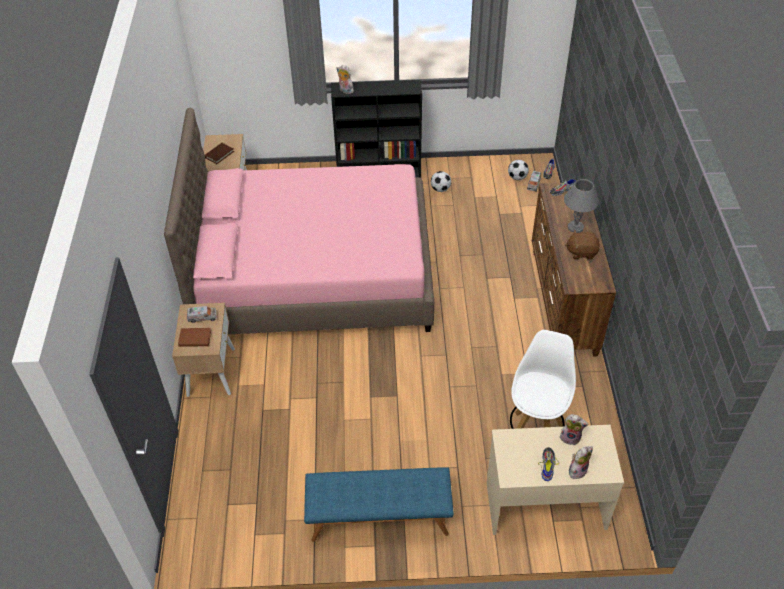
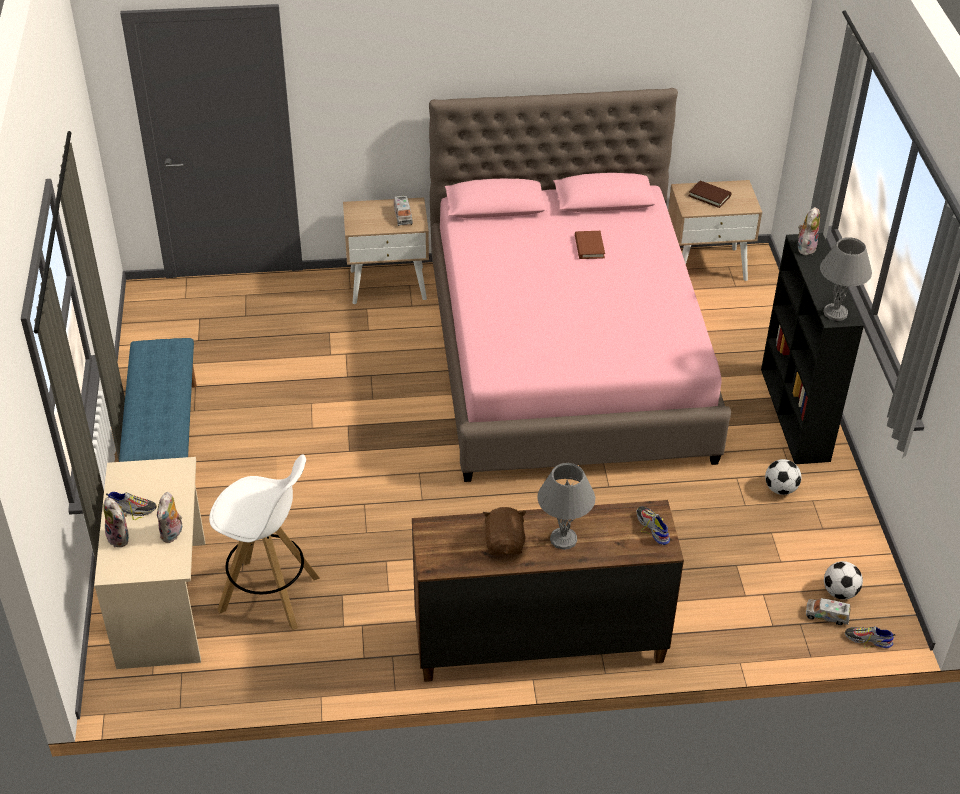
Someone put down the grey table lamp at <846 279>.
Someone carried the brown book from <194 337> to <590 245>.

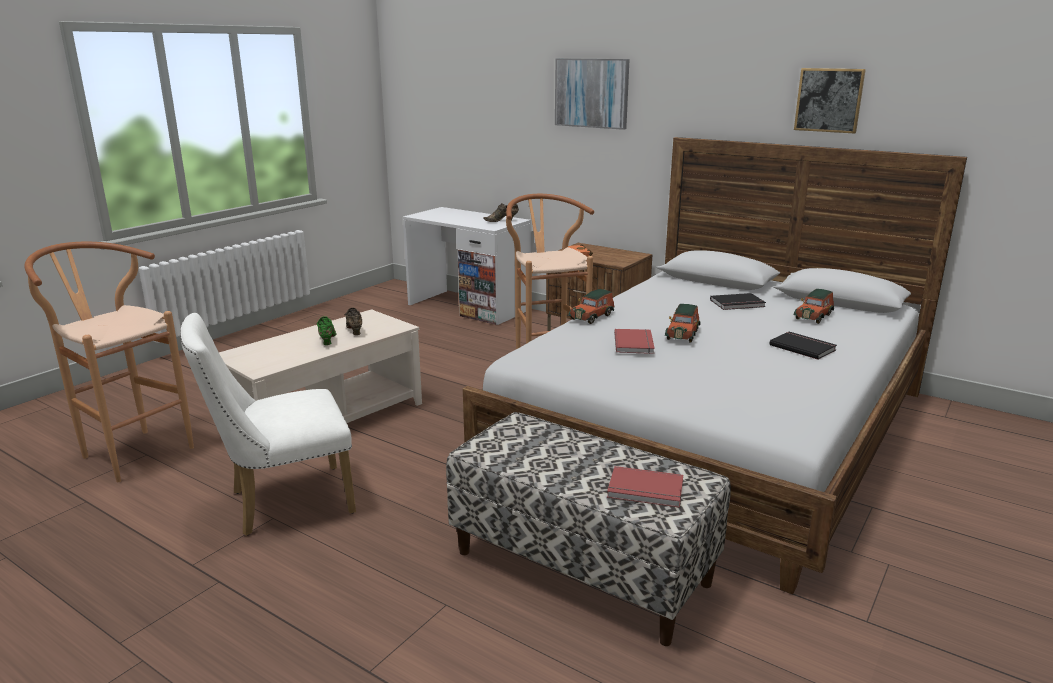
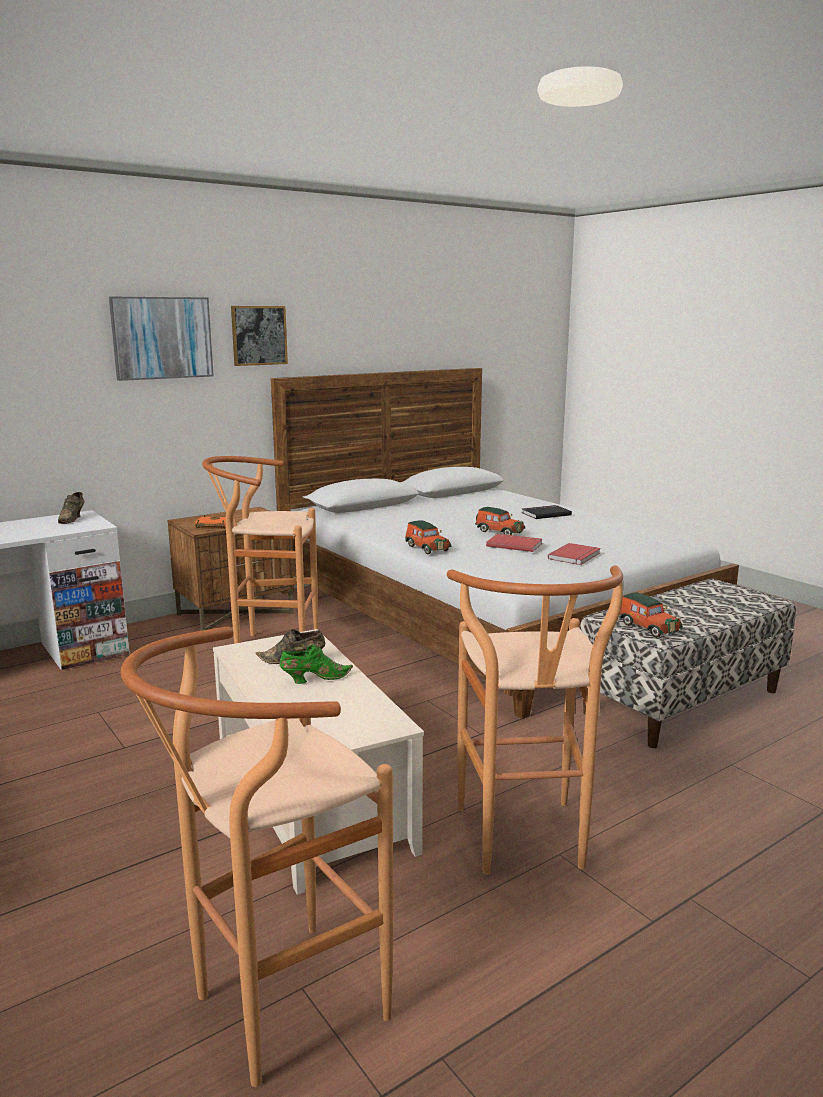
Someone took away the black book at <738 301>.
Someone carried the red book from <645 487> to <574 554>.
Someone carried the picture from <830 101> to <259 336>.
Someone carried the toy car from <814 306> to <651 615>.
Someone swapped the white chair at <268 424> for the brown stool at <535 720>.
Someone rotated the green shoe at <326 330> by 150 degrees clockwise.

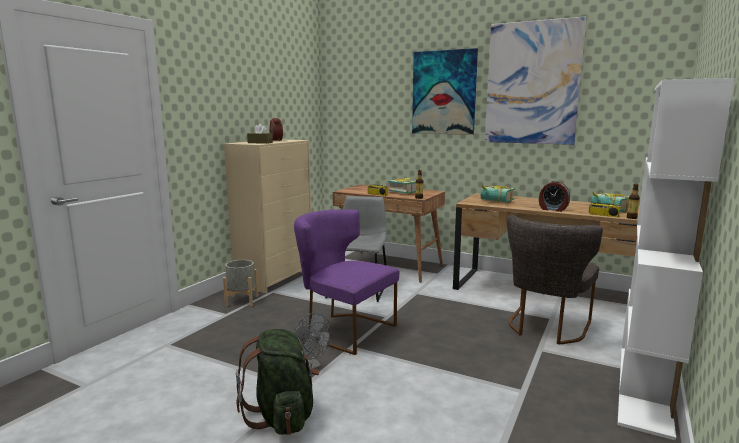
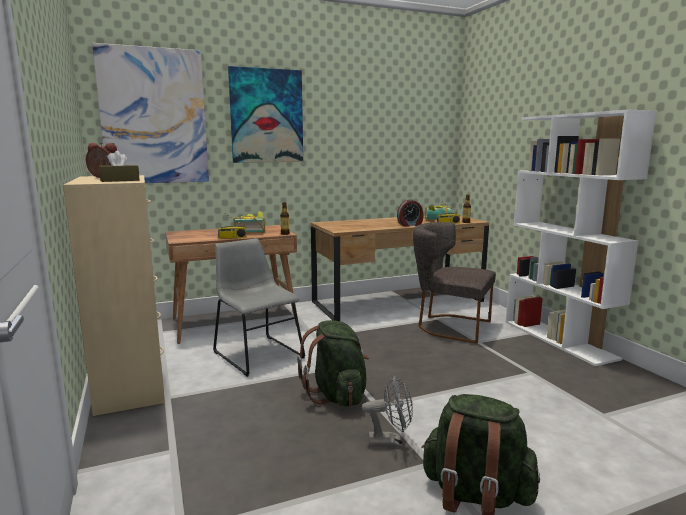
Someone took away the grey planter at <240 283>.
Someone took away the book at <498 194>.
Someone carried the picture from <535 81> to <150 113>.
Someone swapped the purple chair at <347 282> for the green backpack at <333 363>.
Someone rotated the grey chair at <555 280> by 135 degrees clockwise.

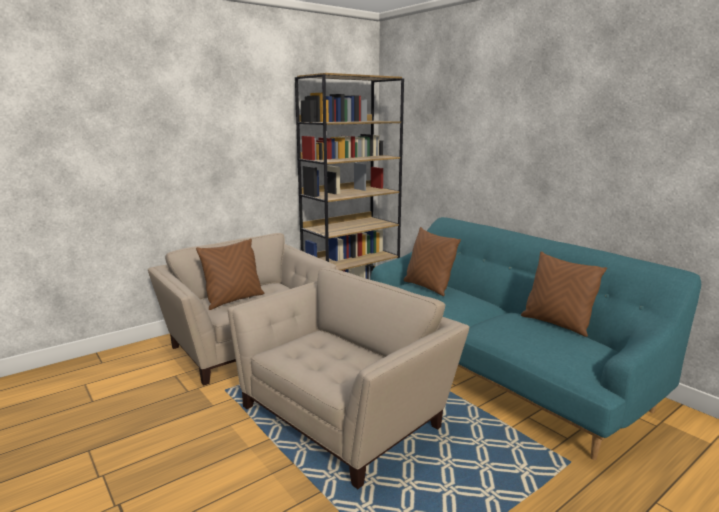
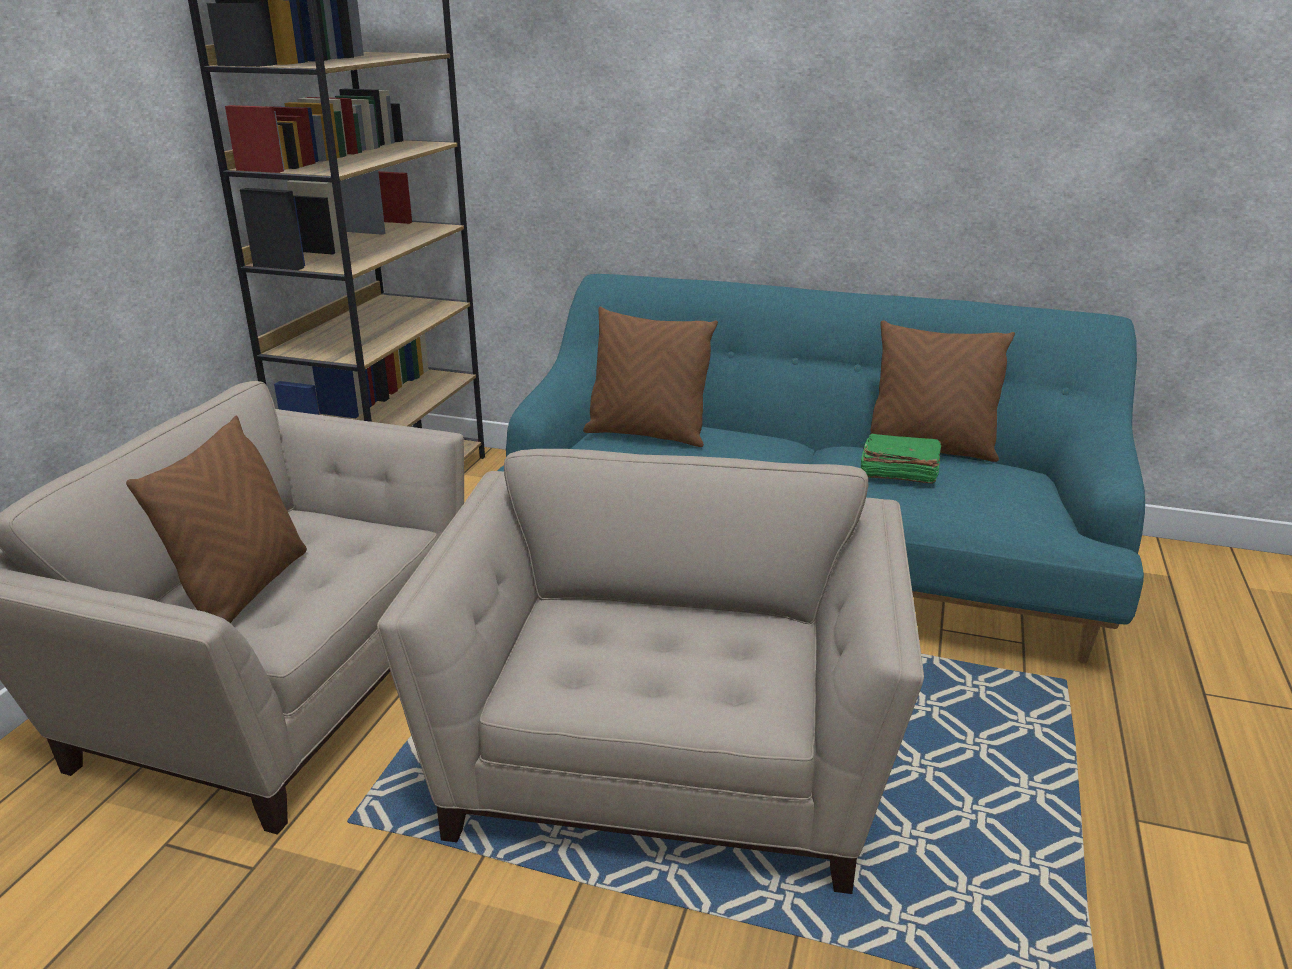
Someone put down the green book at <901 458>.

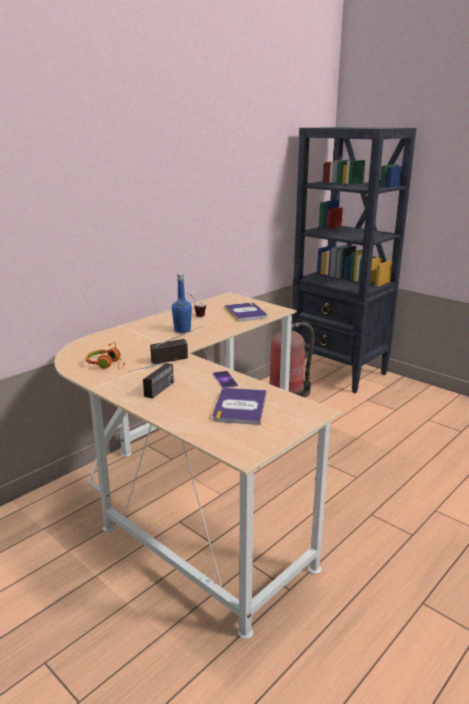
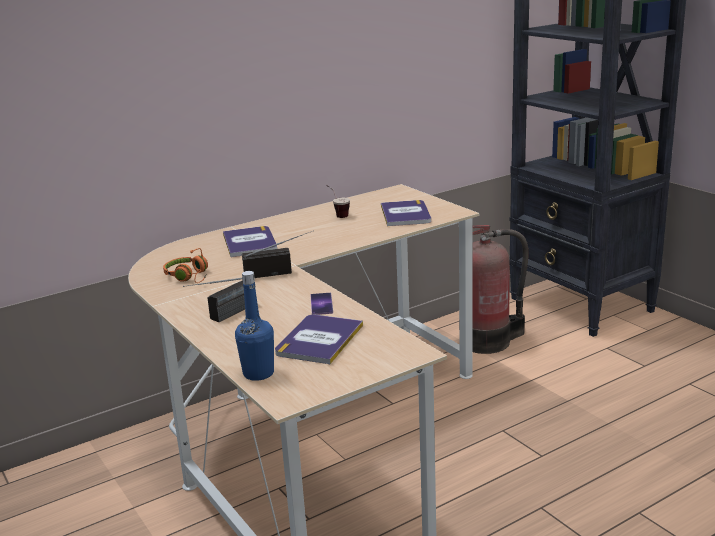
Someone put down the book at <250 241>.
Someone carried the blue bottle from <182 303> to <254 326>.

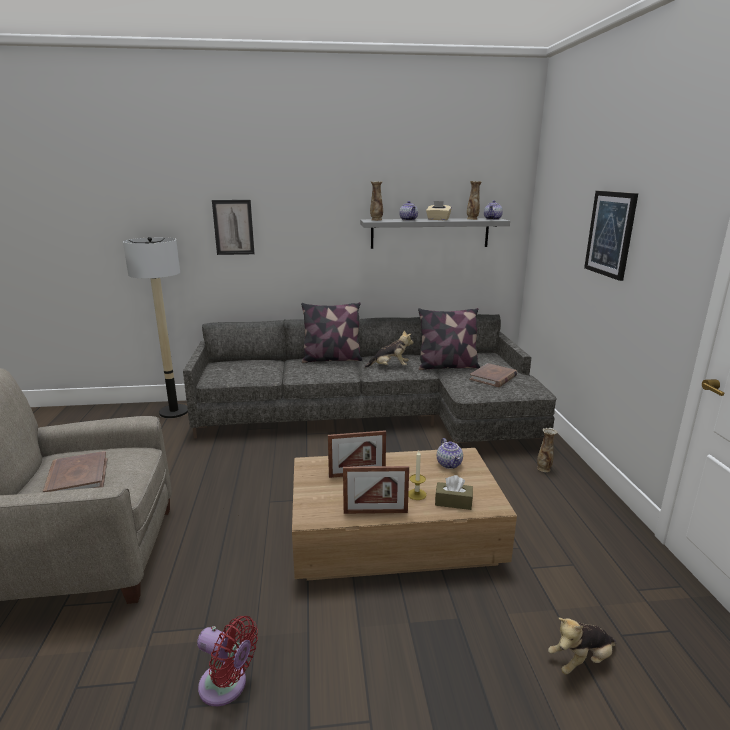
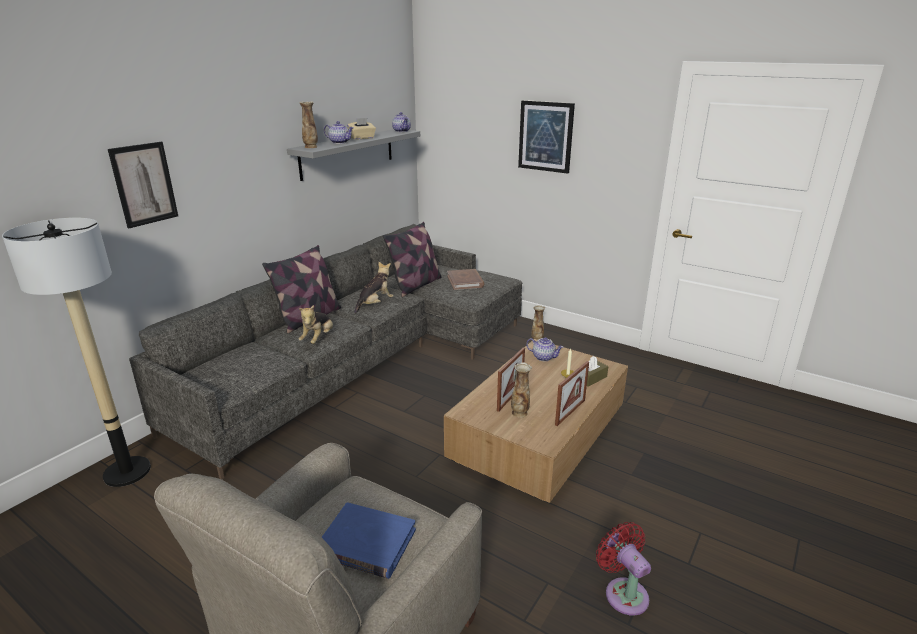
Someone carried the vase from <474 200> to <521 390>.
Someone carried the plush toy from <582 646> to <316 324>.
Someone repainted the brown book at <74 471>, which became the blue book at <369 540>.
Someone rotated the red fan at <227 661> by 90 degrees counterclockwise.

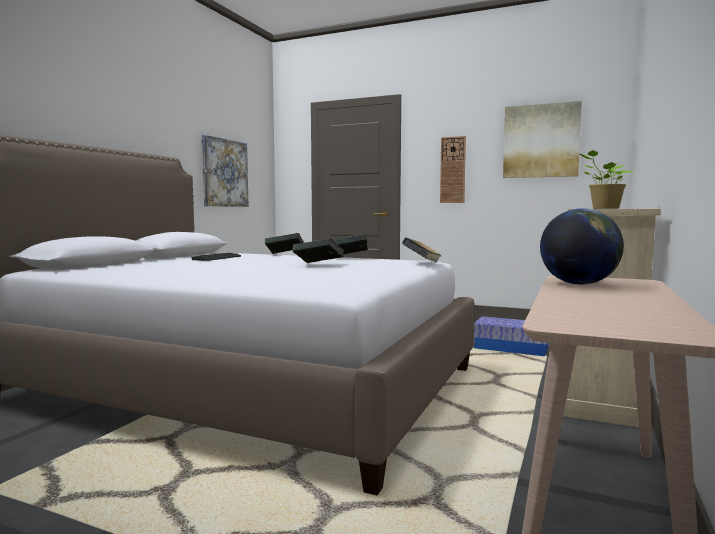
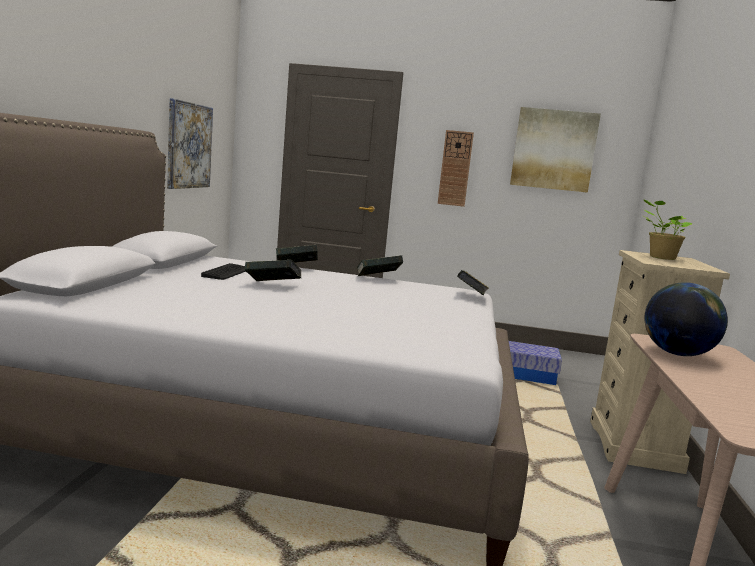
Someone carried the book from <318 250> to <273 270>.

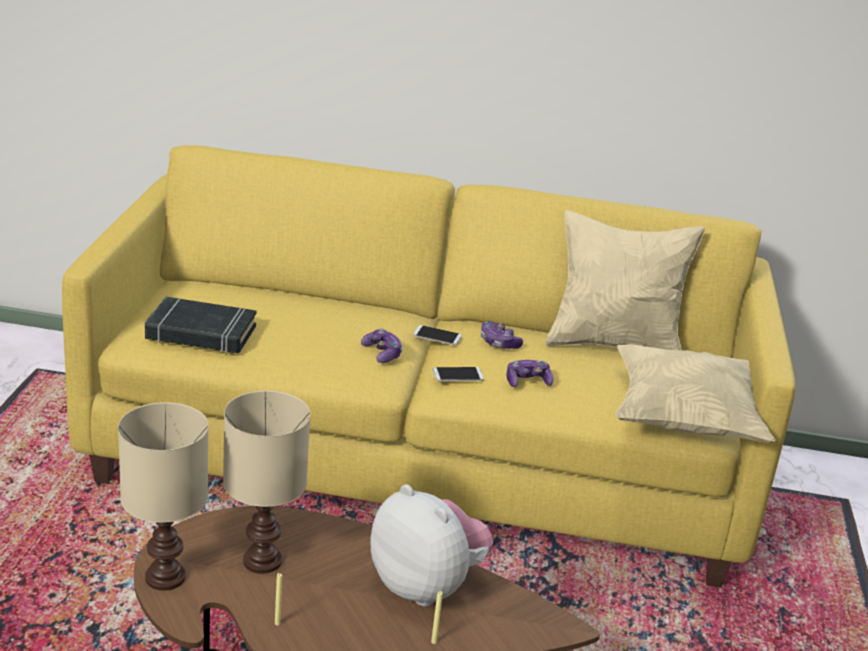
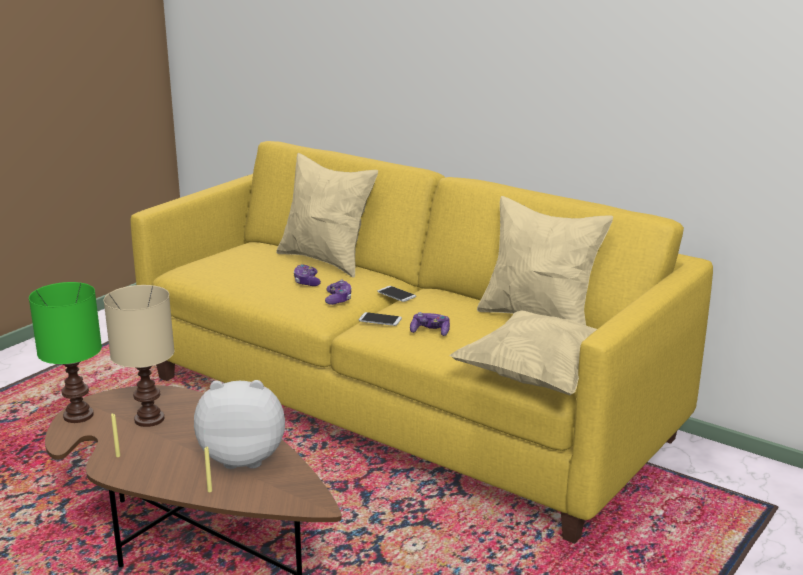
Someone took away the black book at <200 325>.
Someone put down the beige pillow at <327 215>.
Someone carried the game controller from <502 335> to <307 275>.
Someone repainted the beige table lamp at <163 496>, which became the green table lamp at <65 352>.
Someone rotated the plush toy at <432 545> by 75 degrees counterclockwise.

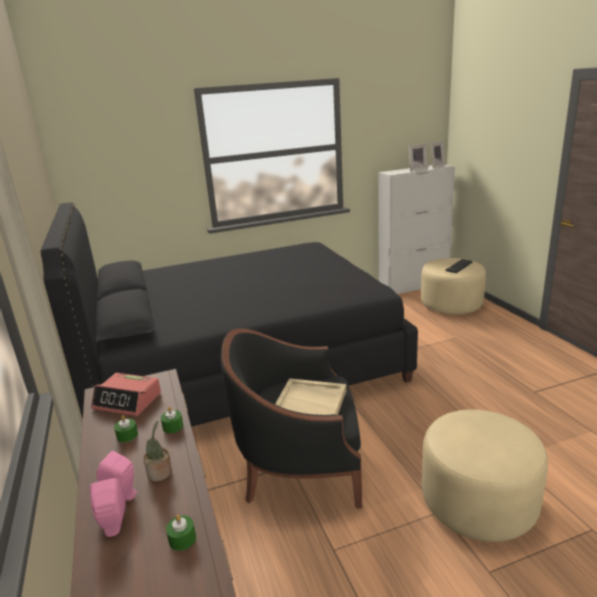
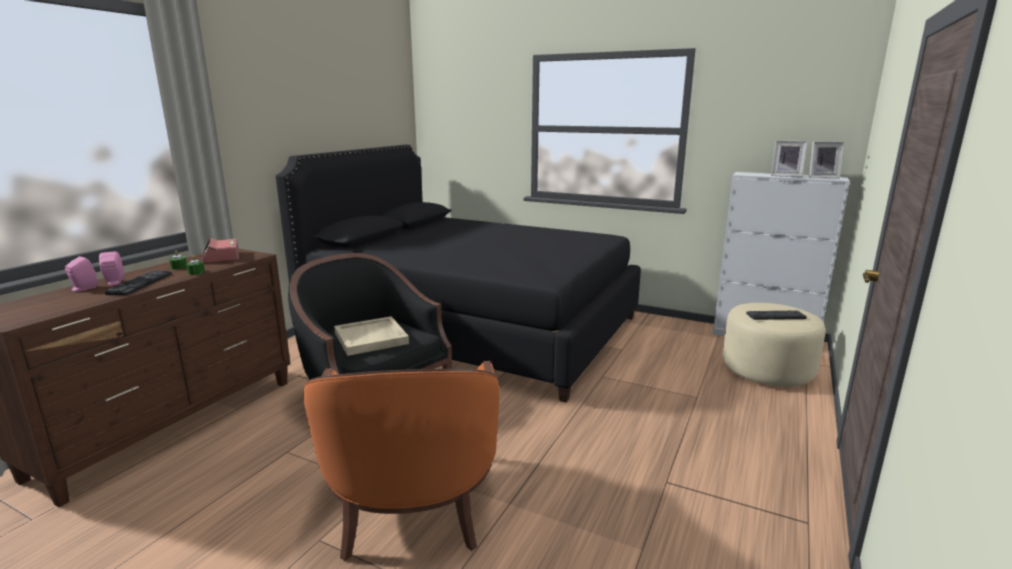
Someone took away the green candle at <181 533>.
Someone swapped the potted plant at <157 451> for the keyboard at <137 283>.
Someone swapped the beige ottoman at <484 475> for the orange armchair at <401 461>.

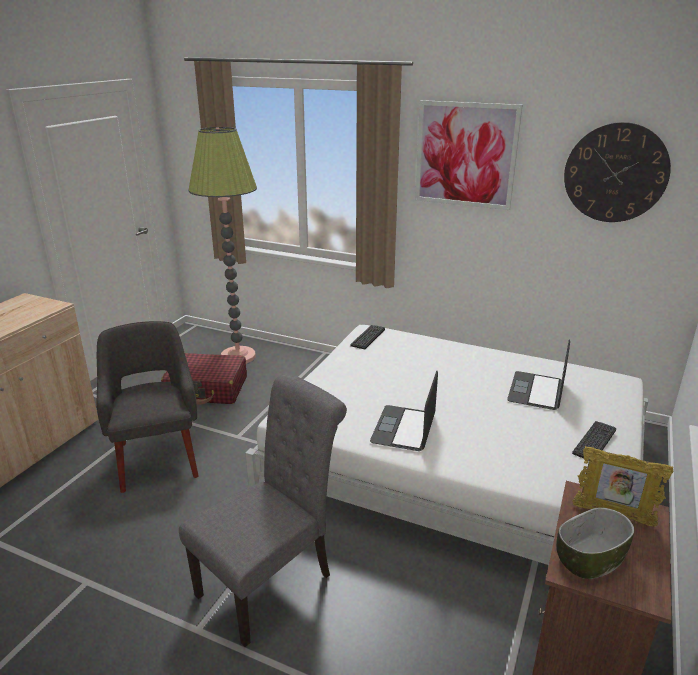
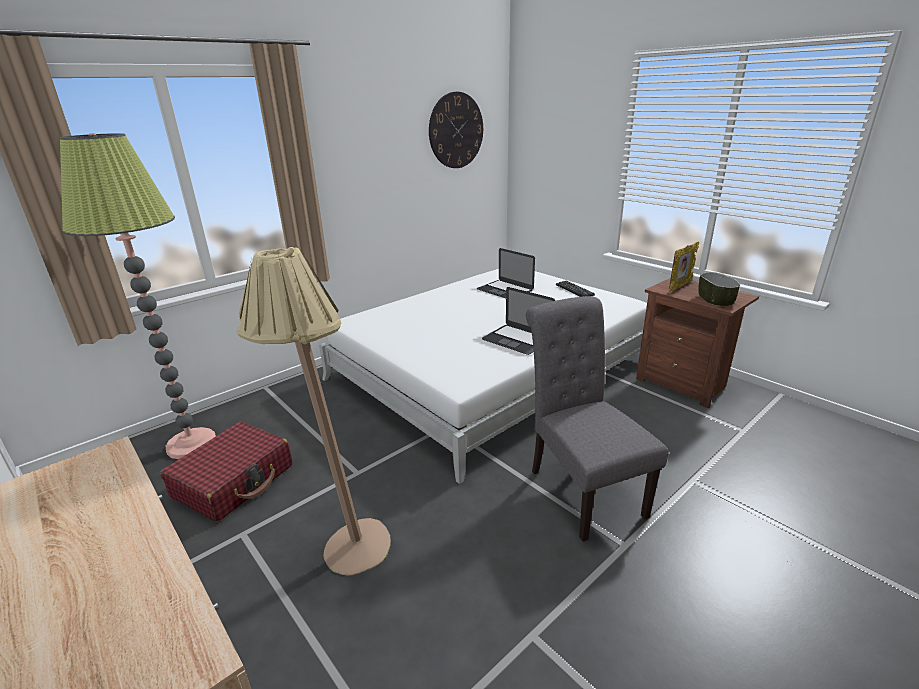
Someone took away the keyboard at <367 337>.
Someone took away the picture at <469 155>.
Someone swapped the grey armchair at <148 407> for the beige floor lamp at <314 411>.

